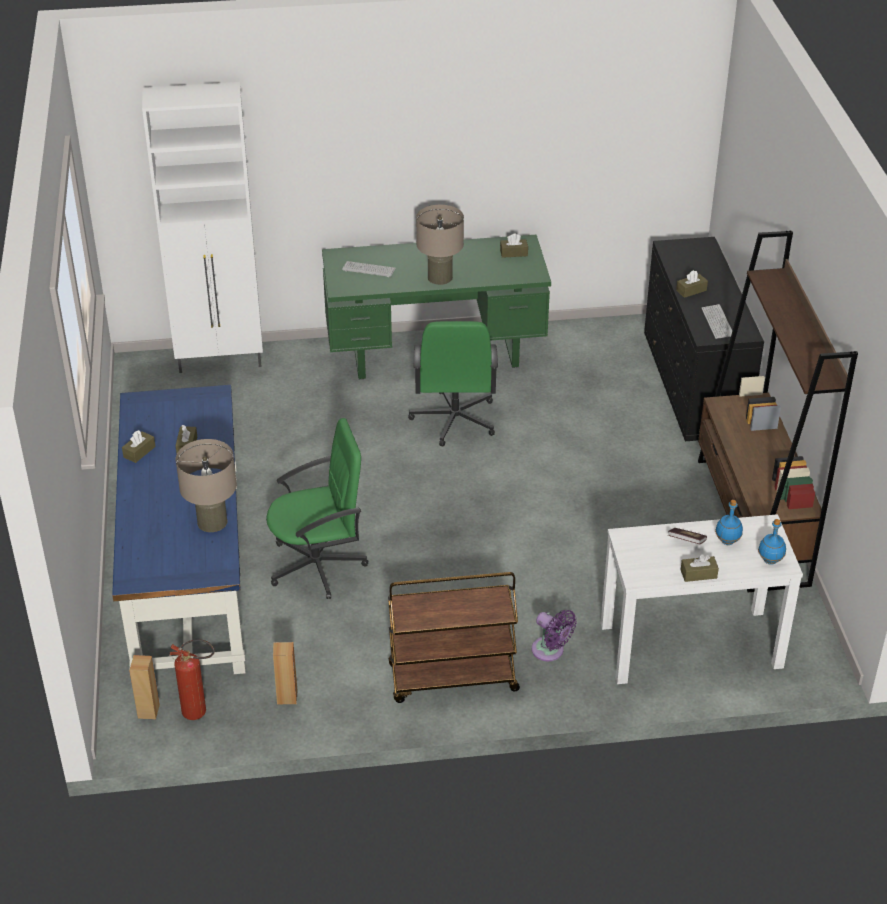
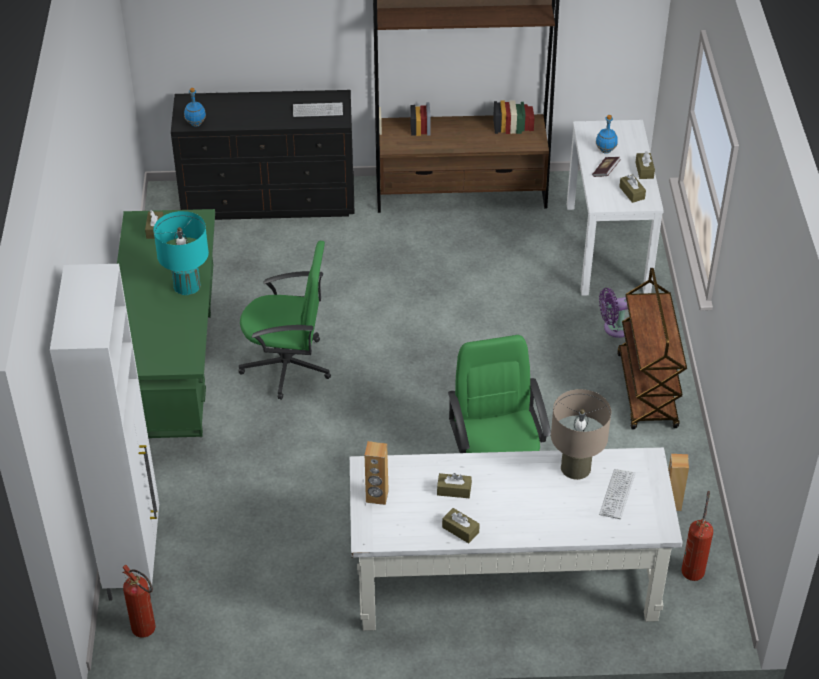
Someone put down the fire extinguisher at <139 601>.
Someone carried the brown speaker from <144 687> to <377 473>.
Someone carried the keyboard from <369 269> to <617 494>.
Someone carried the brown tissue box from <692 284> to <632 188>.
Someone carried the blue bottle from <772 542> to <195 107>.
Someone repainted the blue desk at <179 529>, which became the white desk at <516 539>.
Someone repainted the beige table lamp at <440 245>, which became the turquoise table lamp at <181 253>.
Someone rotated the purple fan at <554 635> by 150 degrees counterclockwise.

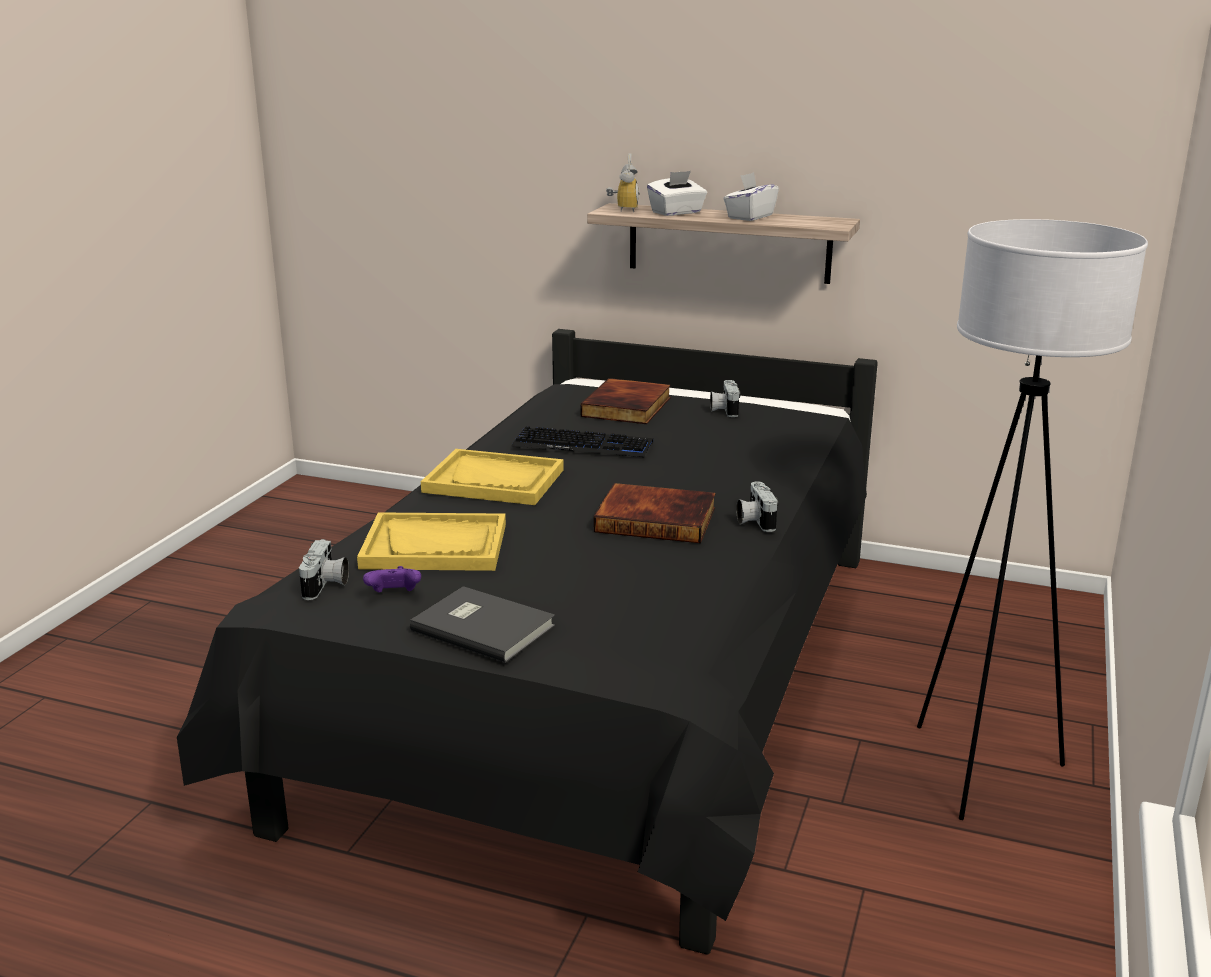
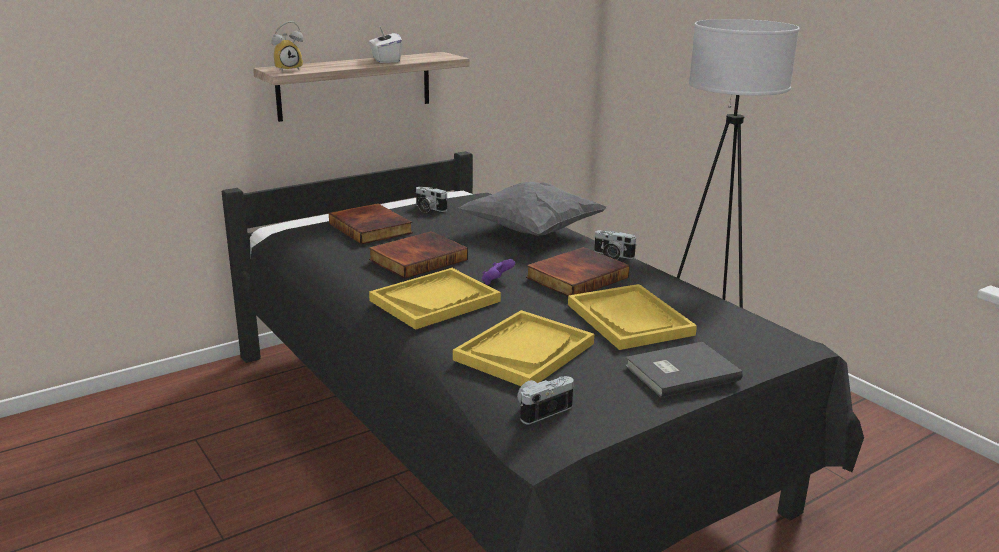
Someone took away the white tissue box at <677 193>.
Someone put down the grey pillow at <532 209>.
Someone put down the yellow tray at <632 317>.
Someone carried the purple game controller from <392 579> to <498 272>.
Someone swapped the keyboard at <582 441> for the book at <418 255>.
Someone rotated the photo camera at <324 569> by 75 degrees counterclockwise.
Someone rotated the alarm clock at <623 182> by 105 degrees clockwise.

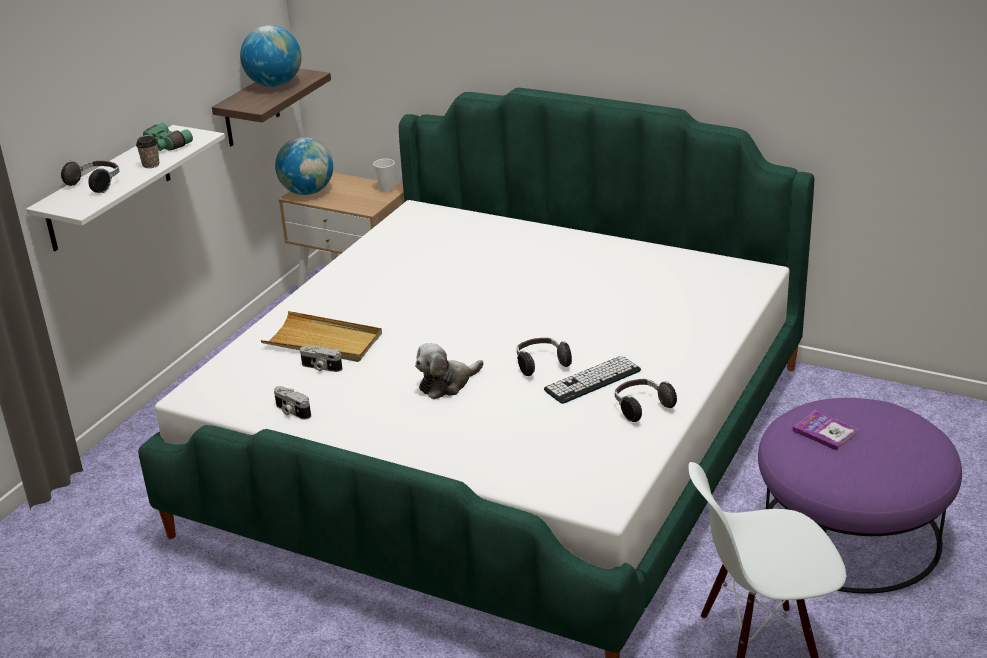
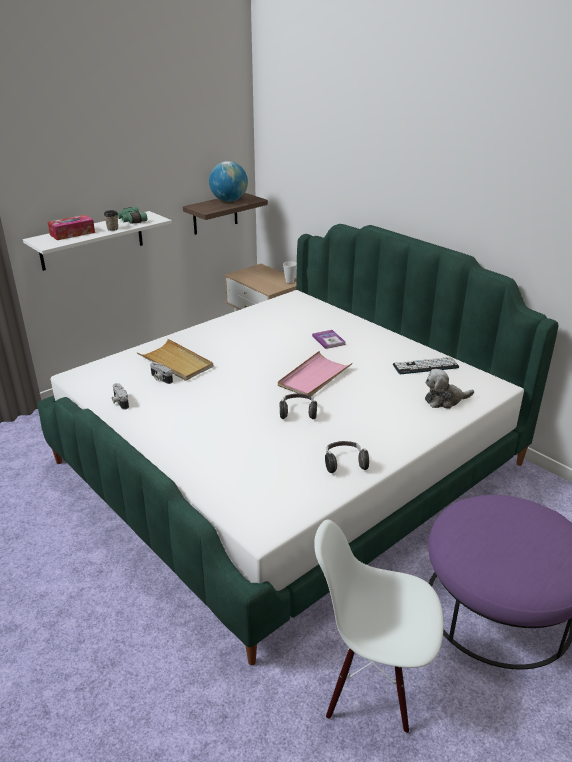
Someone took away the globe at <304 166>.
Someone put down the pink tray at <315 373>.
Someone carried the plush toy from <449 371> to <449 389>.
Someone carried the keyboard from <592 380> to <426 365>.
Someone carried the book from <826 430> to <329 339>.
Someone swapped the headphones at <90 177> for the tissue box at <71 227>.

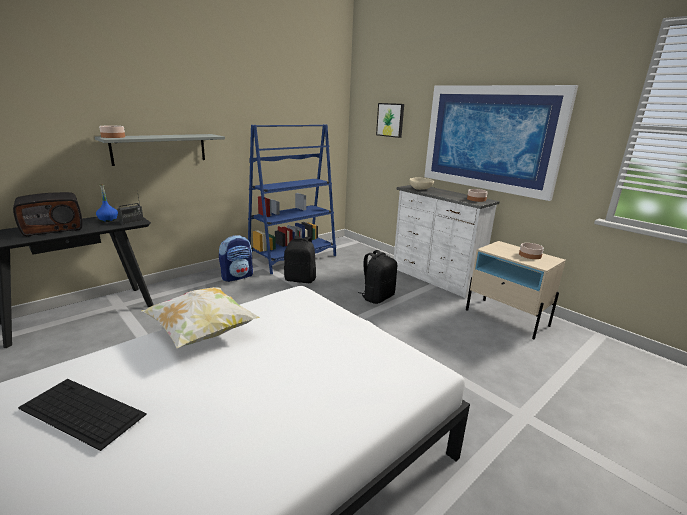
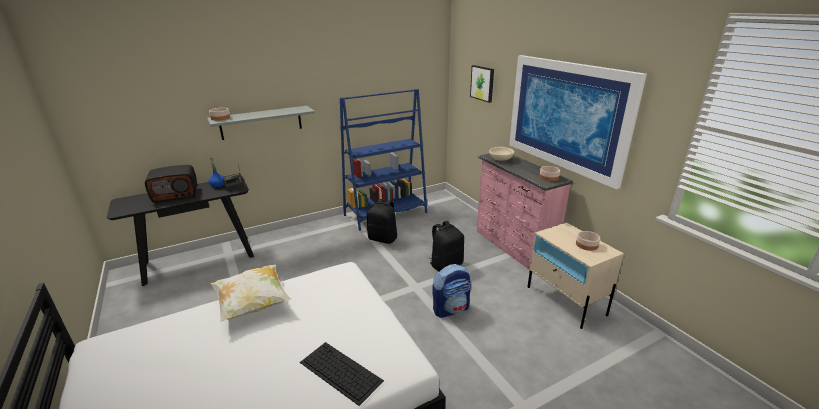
Someone carried the keyboard from <82 415> to <342 374>.
Someone carried the backpack from <236 258> to <451 291>.
Someone repainted the white dresser at <447 241>, which became the pink dresser at <525 211>.

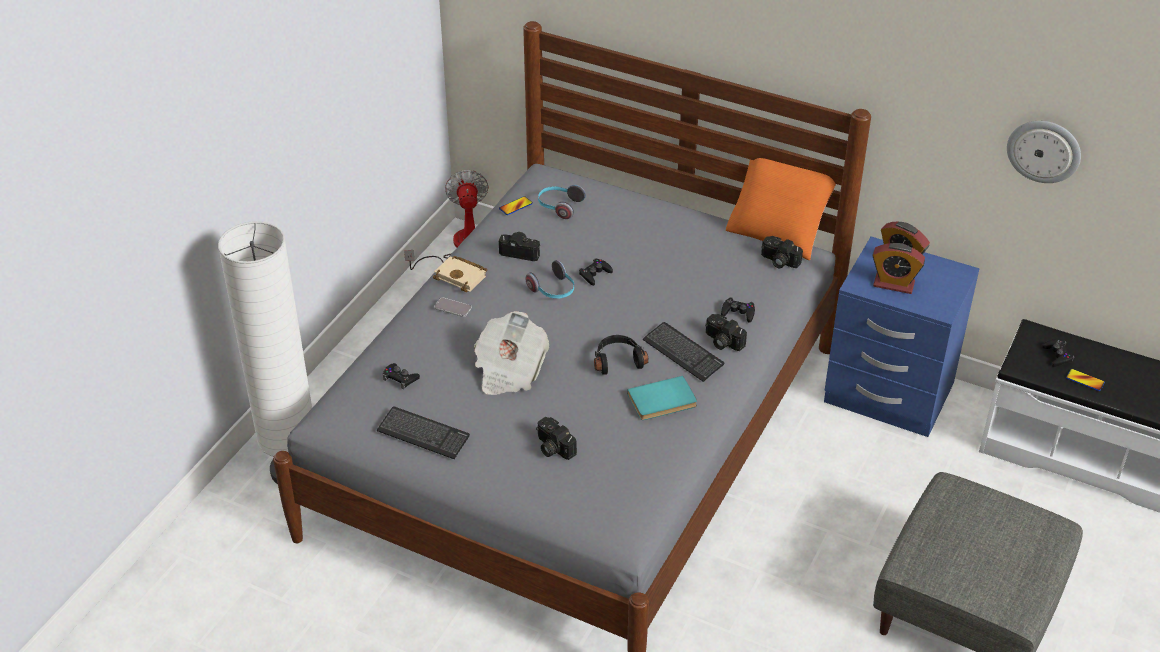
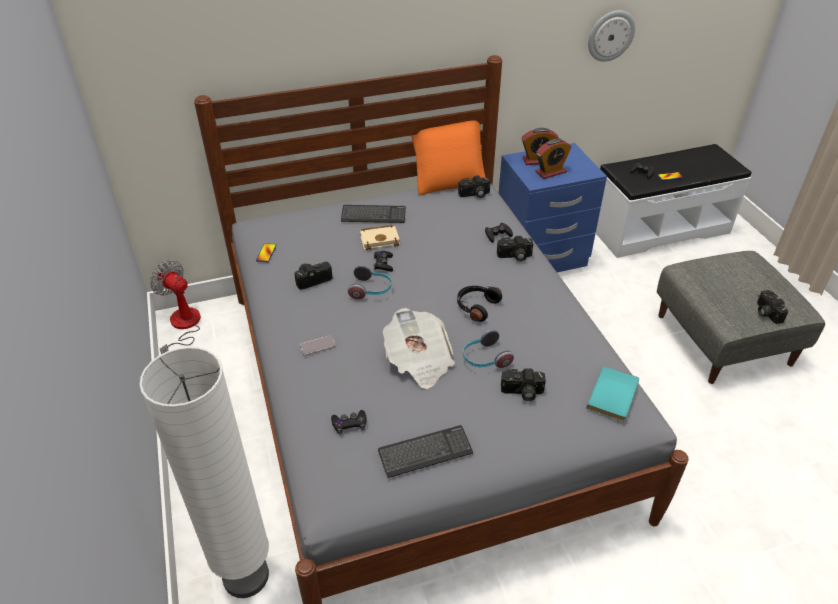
Someone put down the photo camera at <772 307>.
Someone carried the beige book from <460 274> to <380 237>.
Someone carried the headphones from <562 202> to <488 349>.
Someone carried the turquoise book from <662 398> to <612 394>.
Someone carried the keyboard from <683 352> to <373 214>.

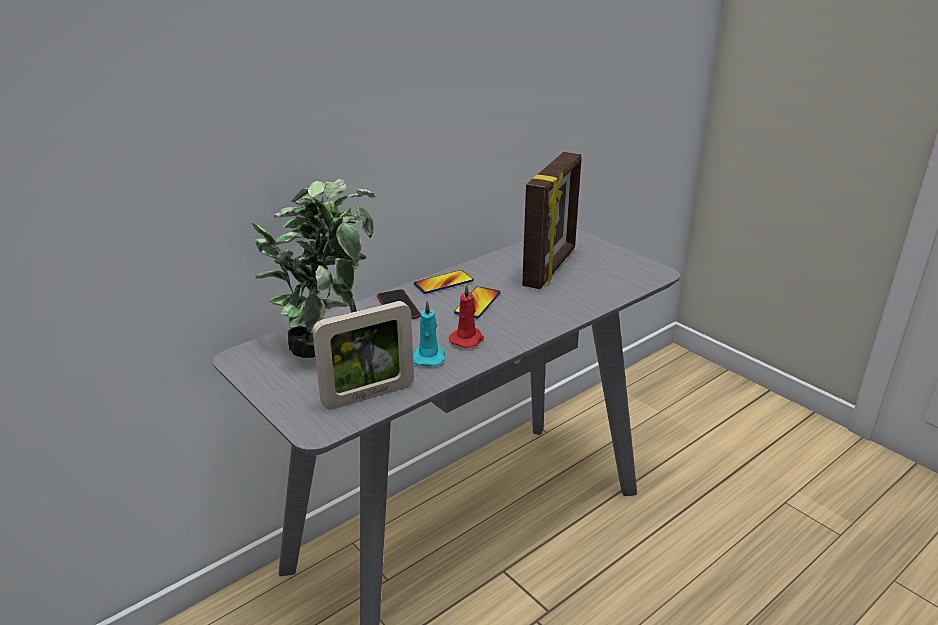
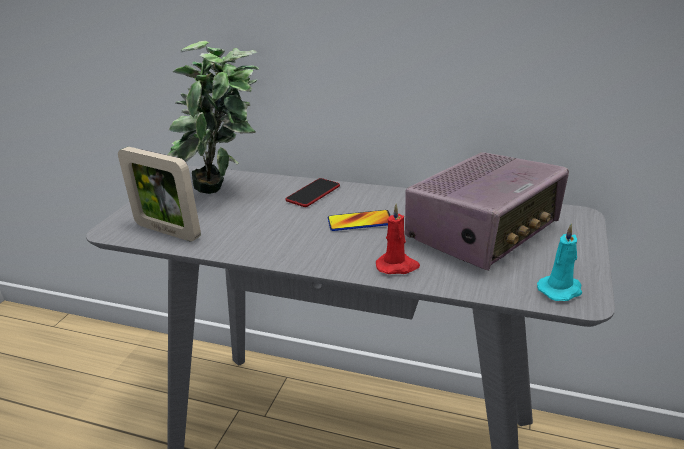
Someone took away the phone at <444 282>.
Someone carried the turquoise candle from <429 333> to <559 262>.
Someone carried the red candle from <466 316> to <398 239>.
Someone swapped the picture frame at <552 220> for the radio at <487 211>.

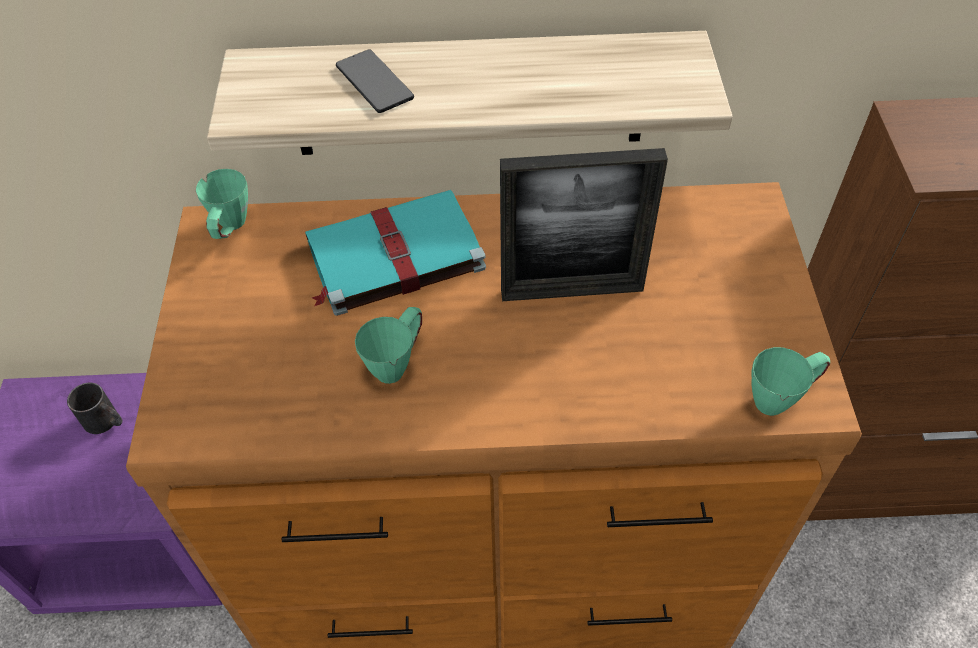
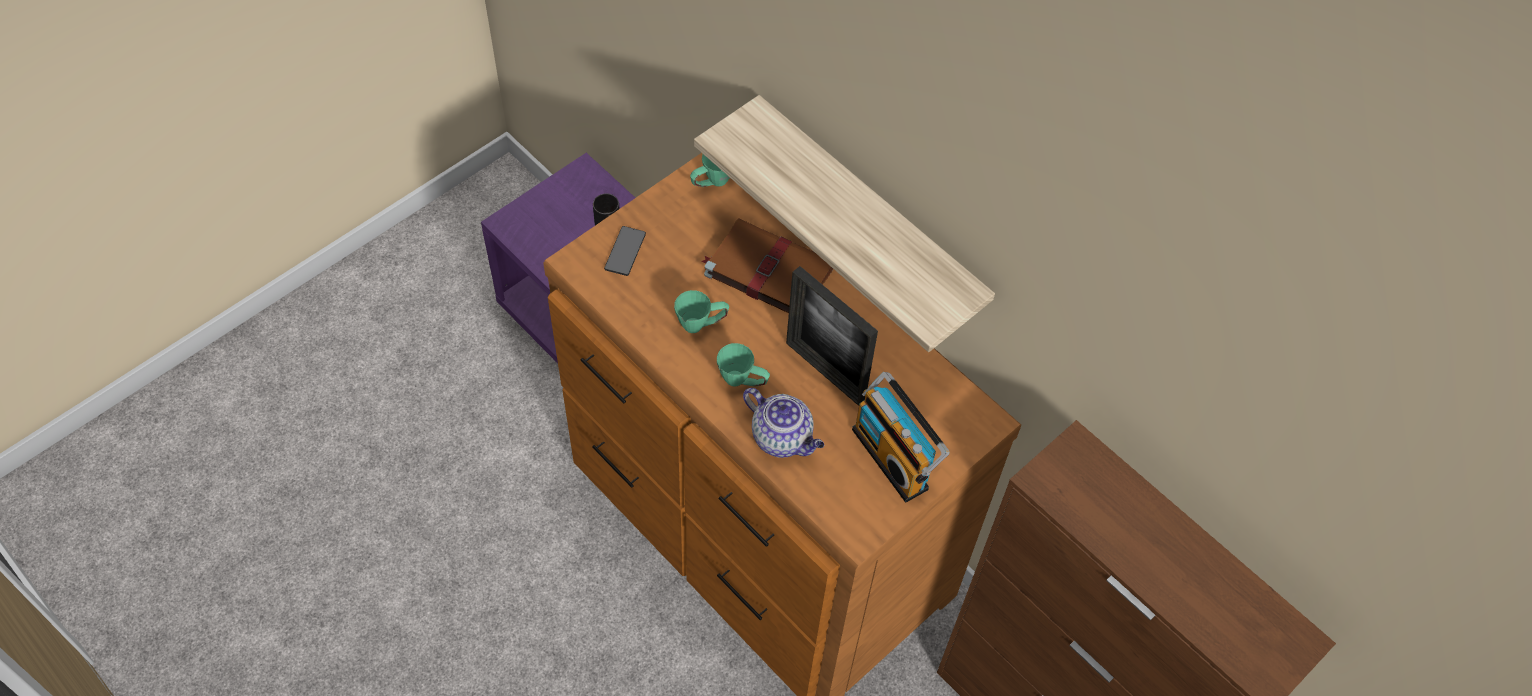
Someone put down the teapot at <783 423>.
Someone put down the radio at <901 437>.
Someone carried the phone from <375 81> to <625 251>.
Someone carried the green mug from <790 381> to <743 365>.
Someone repainted the turquoise book at <395 253>, which became the brown book at <767 265>.

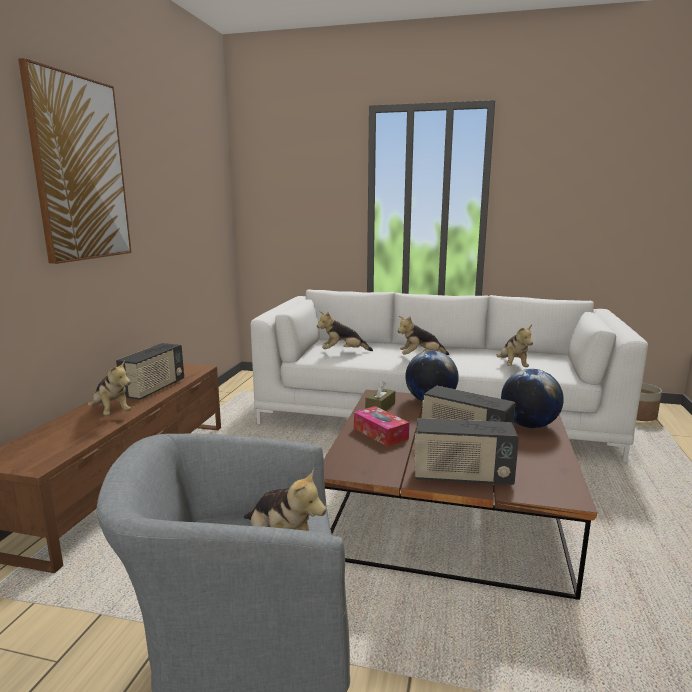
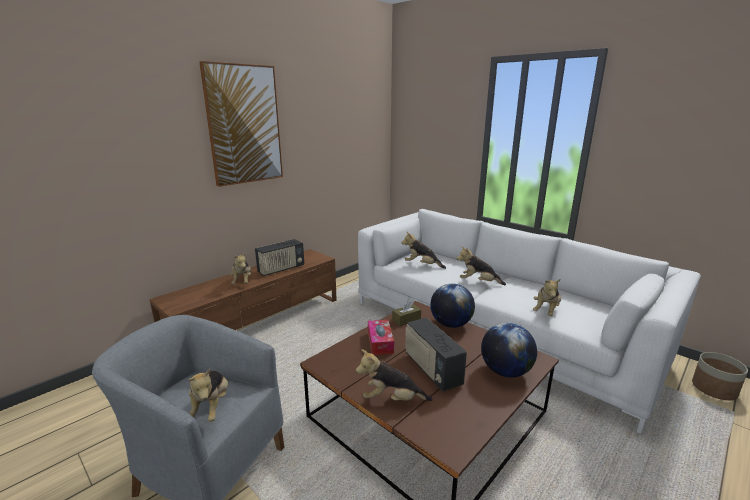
Someone swapped the radio at <466 451> for the plush toy at <394 375>.

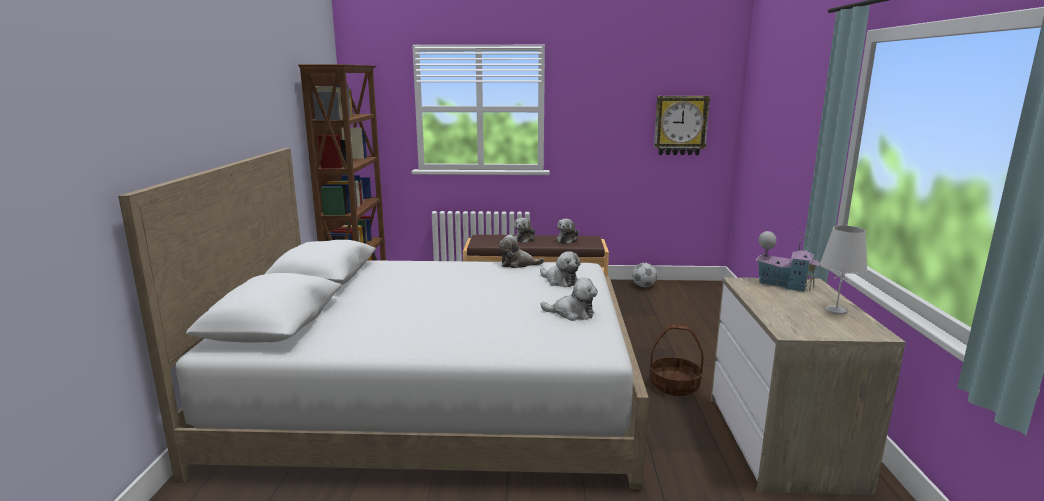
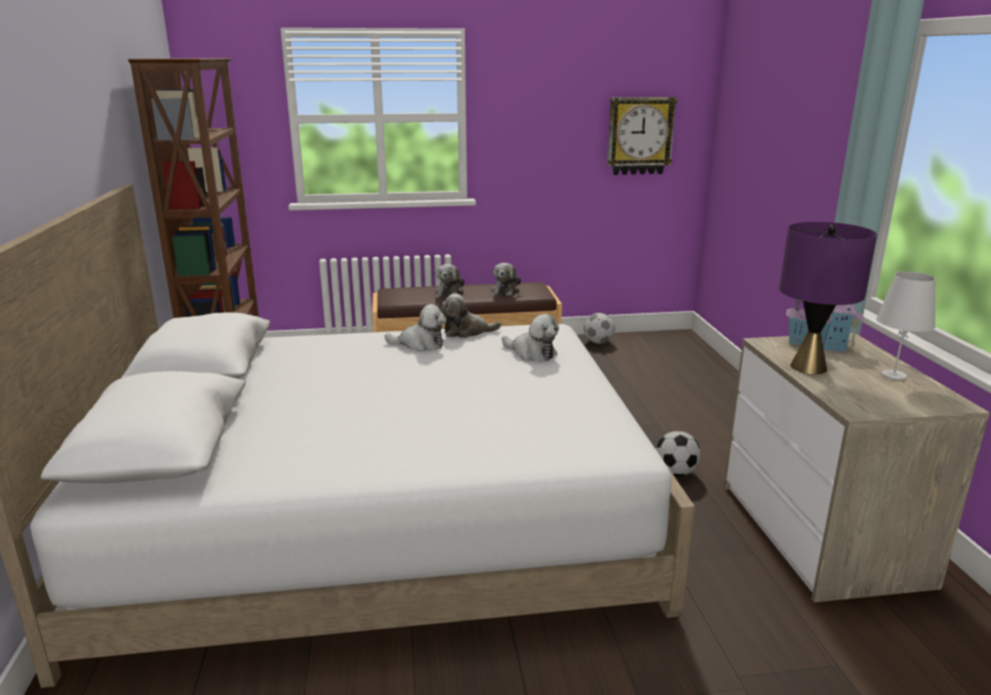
Someone put down the purple table lamp at <828 298>.
Someone carried the plush toy from <569 299> to <415 328>.
Someone swapped the basket at <677 360> for the football at <678 453>.

